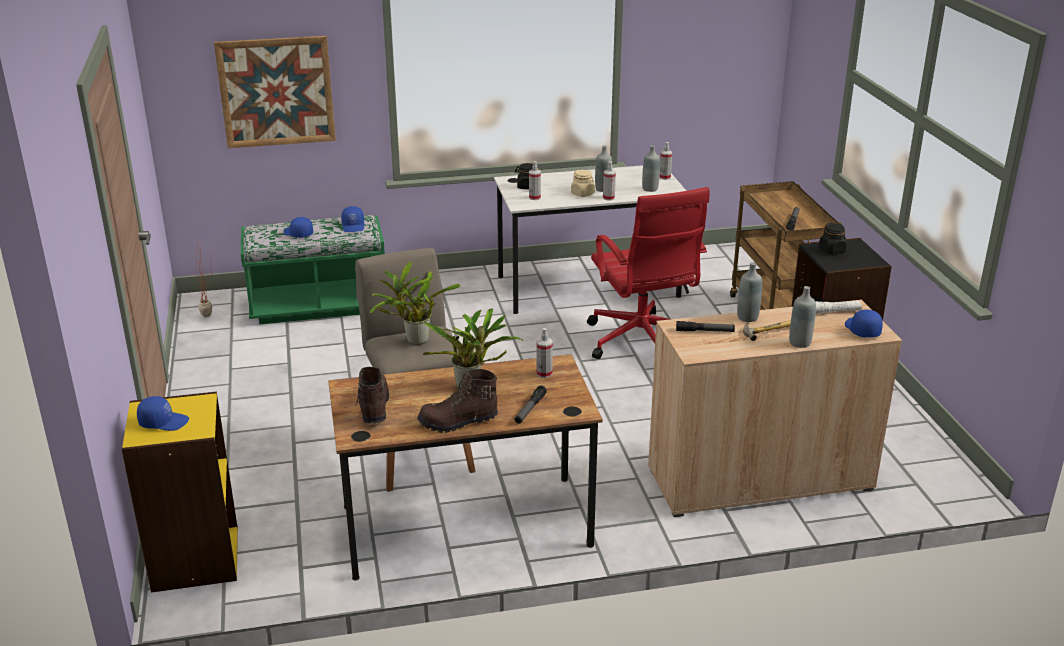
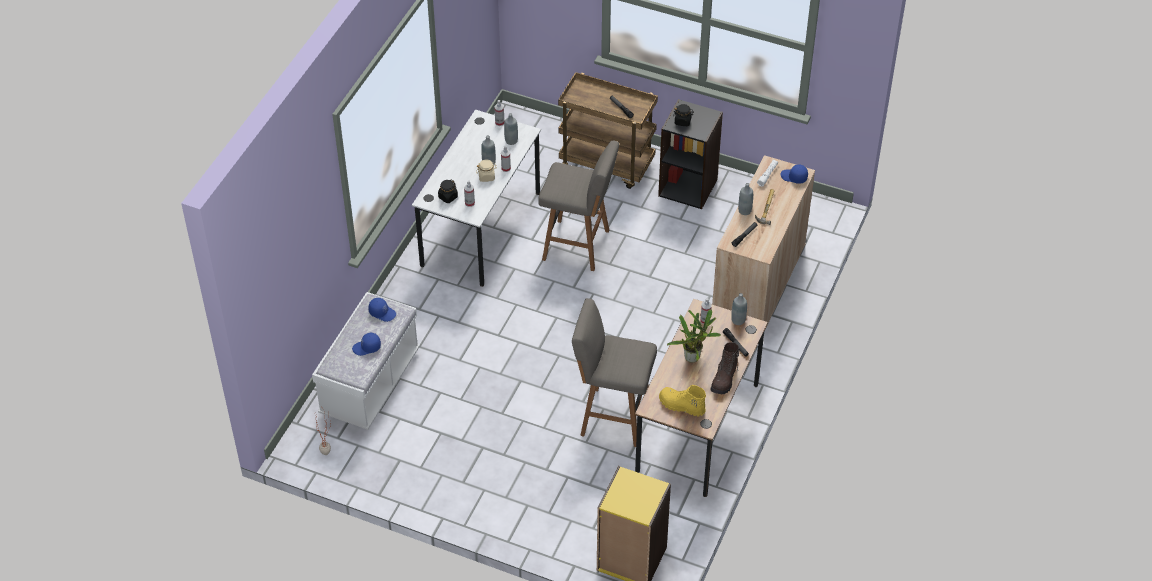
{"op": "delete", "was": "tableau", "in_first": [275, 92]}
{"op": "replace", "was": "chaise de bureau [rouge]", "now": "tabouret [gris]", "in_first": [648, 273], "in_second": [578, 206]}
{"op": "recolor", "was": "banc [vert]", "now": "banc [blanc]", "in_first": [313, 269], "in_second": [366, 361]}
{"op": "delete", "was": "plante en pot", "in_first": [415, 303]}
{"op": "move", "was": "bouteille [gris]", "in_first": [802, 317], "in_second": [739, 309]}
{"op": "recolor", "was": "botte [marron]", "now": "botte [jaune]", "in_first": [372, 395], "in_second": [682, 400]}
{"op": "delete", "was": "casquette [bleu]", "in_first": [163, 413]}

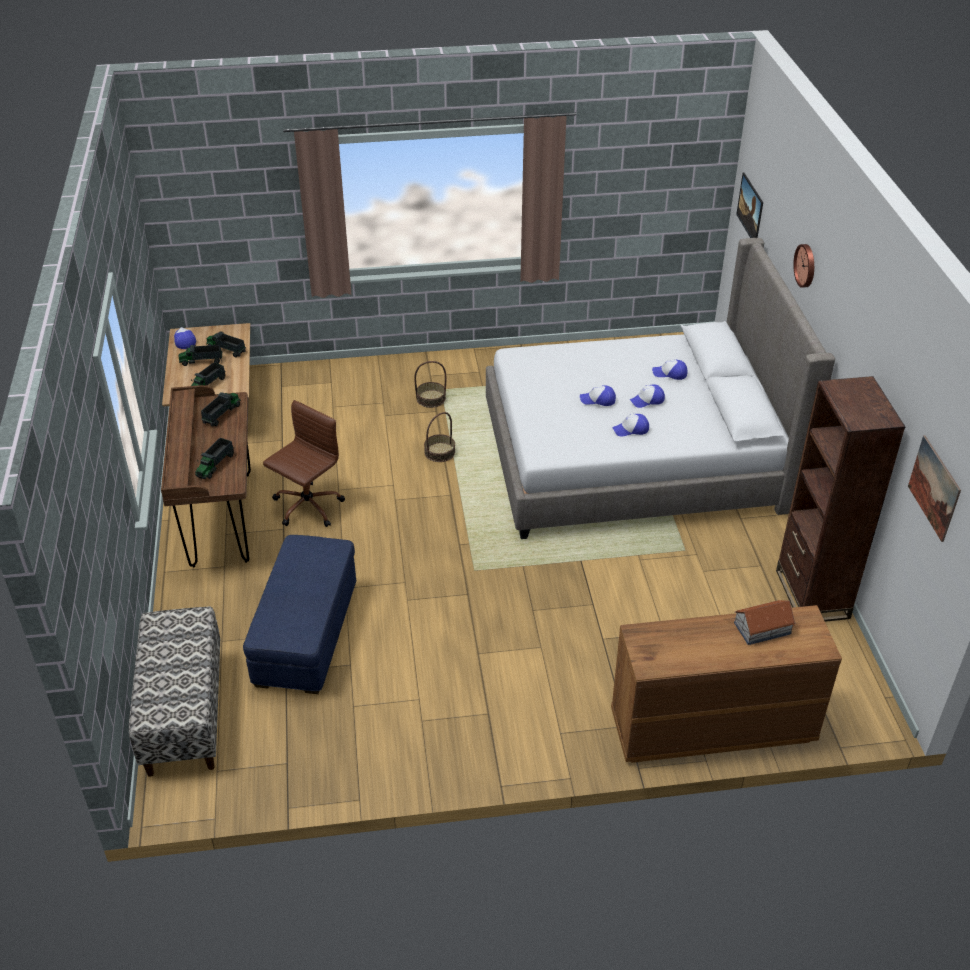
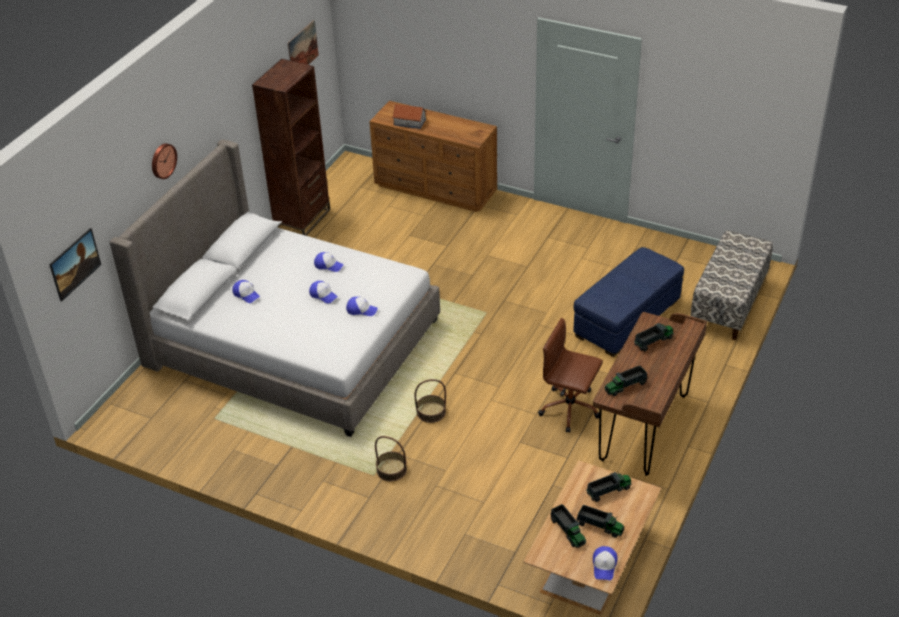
{"op": "move", "was": "casquette", "in_first": [647, 396], "in_second": [362, 306]}
{"op": "rotate", "was": "chaise de bureau [marron]", "in_first": [304, 463], "in_second": [570, 375], "clockwise": 45}

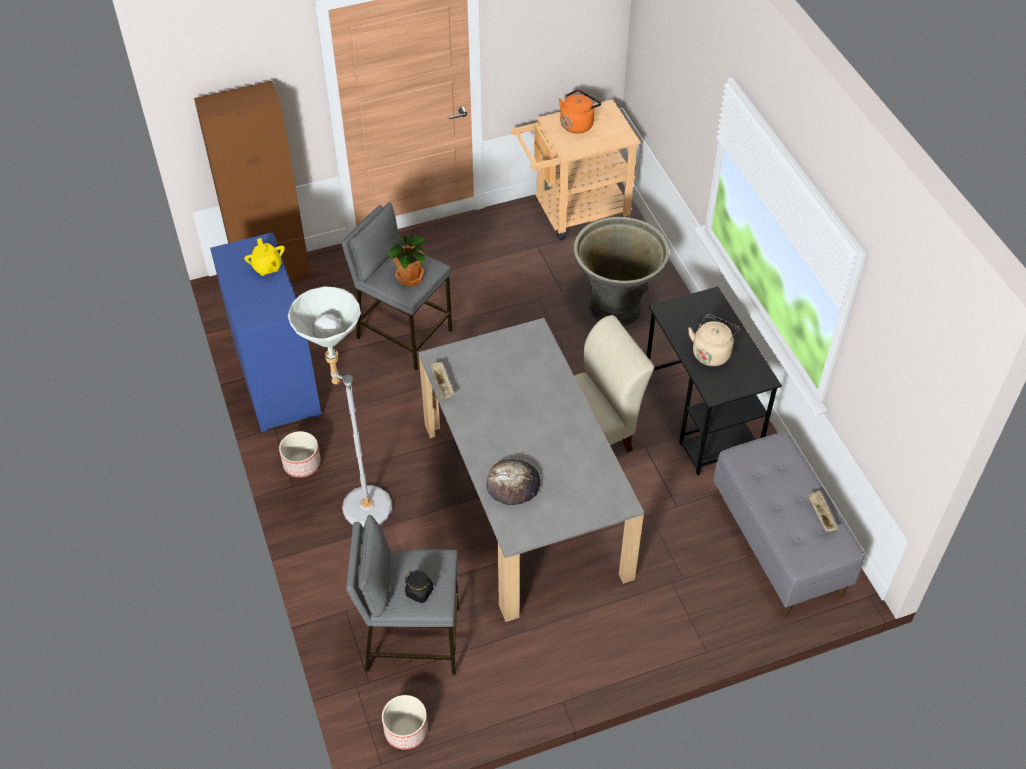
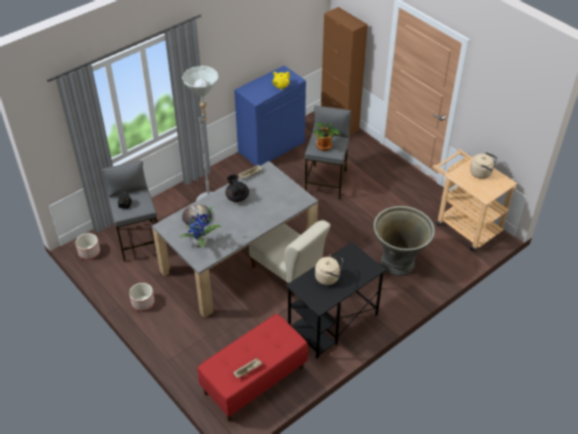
{"op": "recolor", "was": "bouilloire [orange]", "now": "bouilloire [beige]", "in_first": [580, 111], "in_second": [484, 165]}
{"op": "move", "was": "cache-pot", "in_first": [300, 454], "in_second": [142, 297]}
{"op": "recolor", "was": "banc [gris]", "now": "banc [rouge]", "in_first": [788, 523], "in_second": [253, 367]}
{"op": "insert", "now": "théière [noir]", "in_second": [237, 188]}
{"op": "insert", "now": "plante en pot", "in_second": [200, 227]}

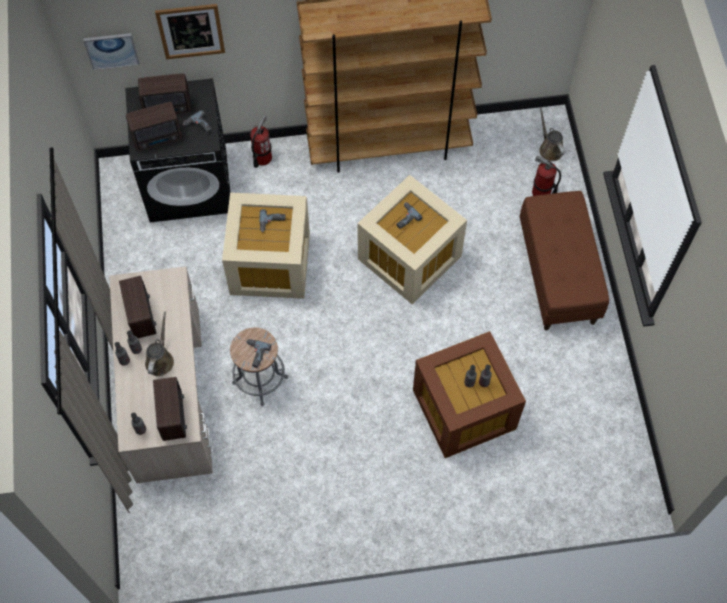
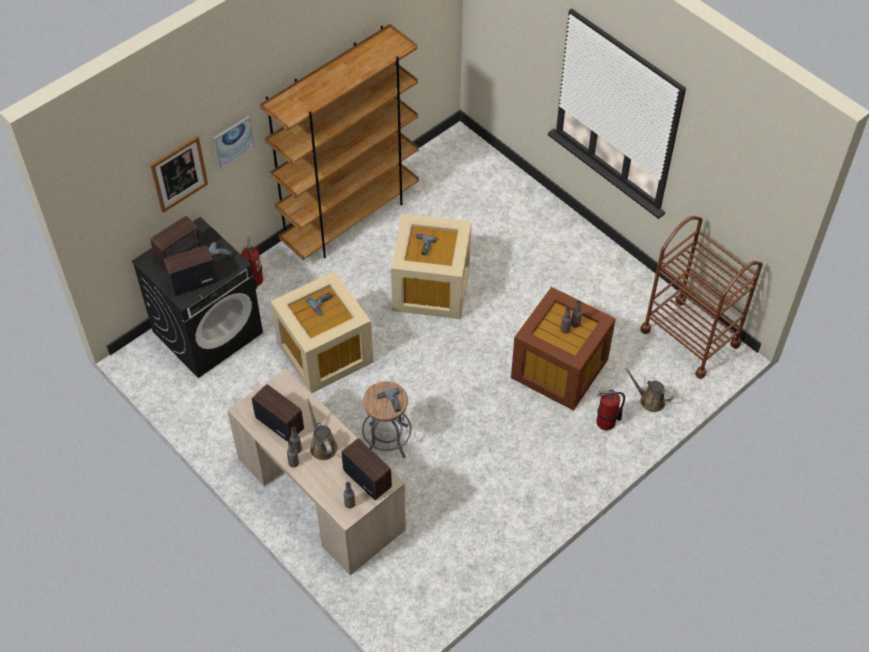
{"op": "move", "was": "tableau", "in_first": [111, 51], "in_second": [234, 142]}
{"op": "rotate", "was": "radio", "in_first": [154, 126], "in_second": [191, 270], "clockwise": -150}
{"op": "move", "was": "arrosoir [marron]", "in_first": [551, 134], "in_second": [649, 390]}
{"op": "move", "was": "extincteur", "in_first": [546, 176], "in_second": [610, 410]}
{"op": "delete", "was": "banc [marron]", "in_first": [564, 261]}
{"op": "insert", "now": "chariot [marron]", "in_second": [701, 297]}

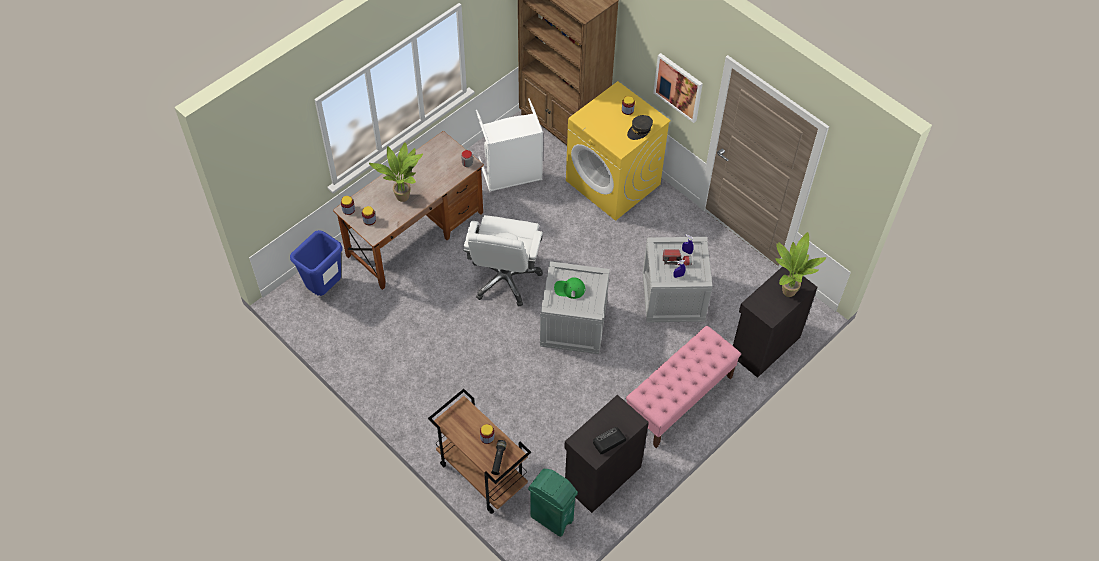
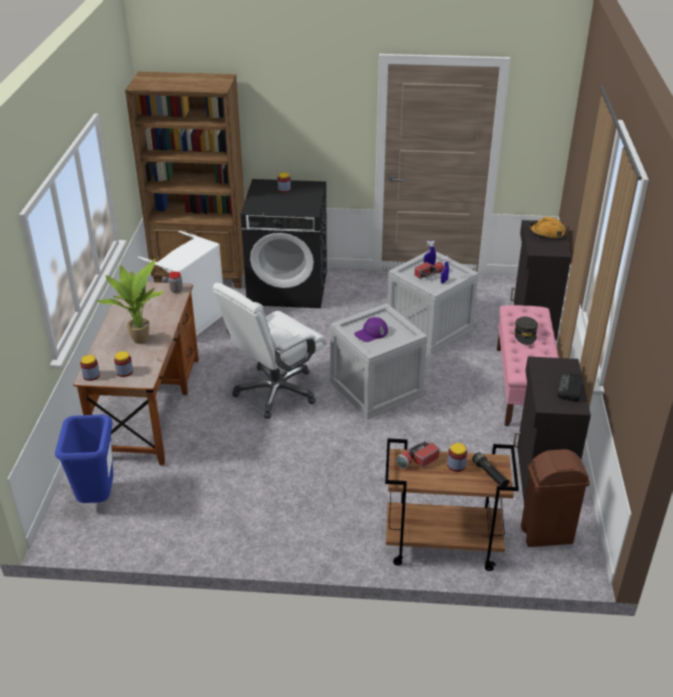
{"op": "delete", "was": "tableau", "in_first": [678, 88]}
{"op": "recolor", "was": "lave-linge [jaune]", "now": "lave-linge [noir]", "in_first": [618, 151], "in_second": [284, 243]}
{"op": "move", "was": "casquette [gris]", "in_first": [640, 127], "in_second": [526, 331]}
{"op": "rotate", "was": "chaise de bureau [blanc]", "in_first": [503, 260], "in_second": [270, 351], "clockwise": 75}
{"op": "replace", "was": "plante en pot", "now": "casque de chantier [orange]", "in_first": [800, 264], "in_second": [547, 228]}
{"op": "recolor", "was": "casquette [vert]", "now": "casquette [violet]", "in_first": [570, 288], "in_second": [371, 329]}
{"op": "recolor", "was": "poubelle [vert]", "now": "poubelle [marron]", "in_first": [553, 503], "in_second": [555, 498]}
{"op": "insert", "now": "lampe de poche", "in_second": [417, 455]}

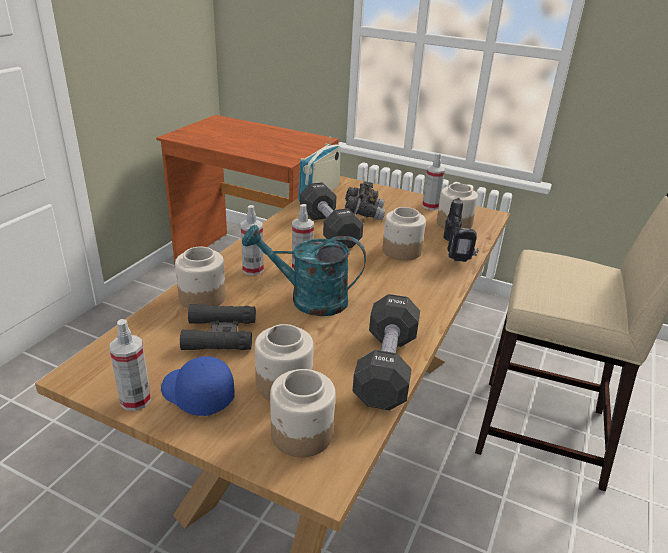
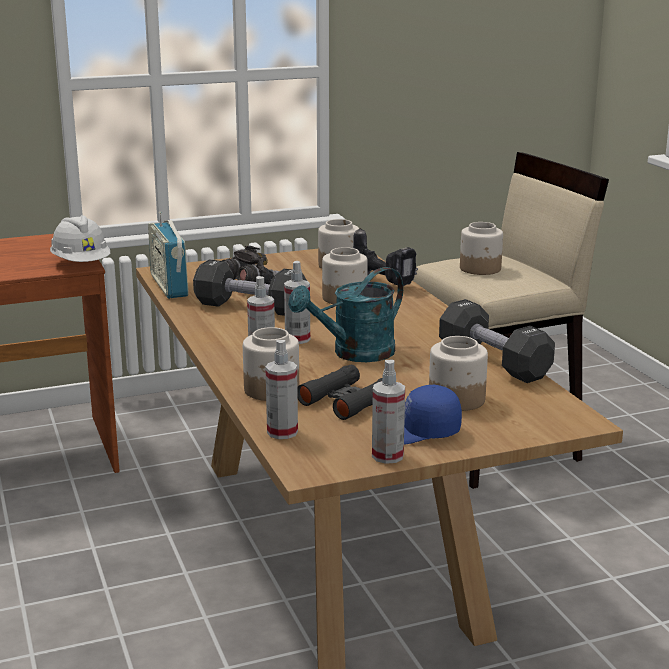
{"op": "move", "was": "vaporisateur", "in_first": [433, 181], "in_second": [281, 389]}
{"op": "move", "was": "bocal", "in_first": [302, 413], "in_second": [481, 248]}
{"op": "insert", "now": "casque de chantier [blanc]", "in_second": [80, 238]}

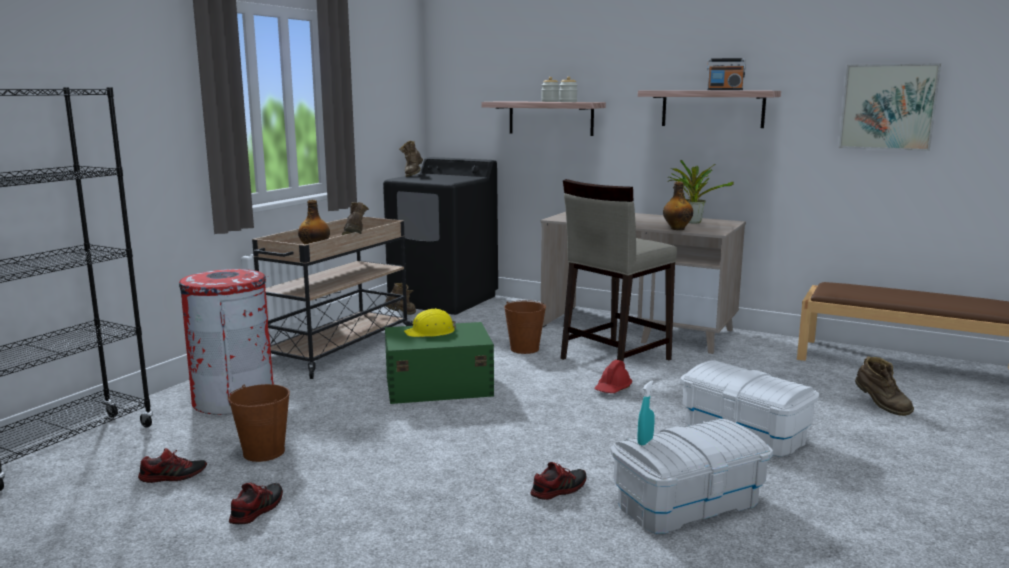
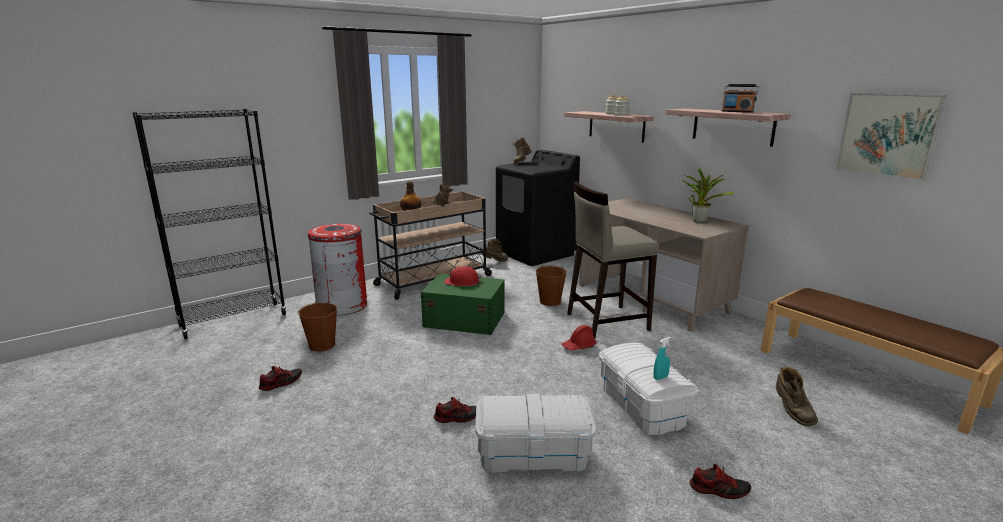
{"op": "delete", "was": "bouteille", "in_first": [678, 205]}
{"op": "recolor", "was": "casque de chantier [jaune]", "now": "casque de chantier [rouge]", "in_first": [430, 322], "in_second": [463, 276]}
{"op": "move", "was": "vaporisateur [turquoise]", "in_first": [646, 412], "in_second": [662, 358]}
{"op": "move", "was": "chaussure", "in_first": [172, 465], "in_second": [720, 481]}

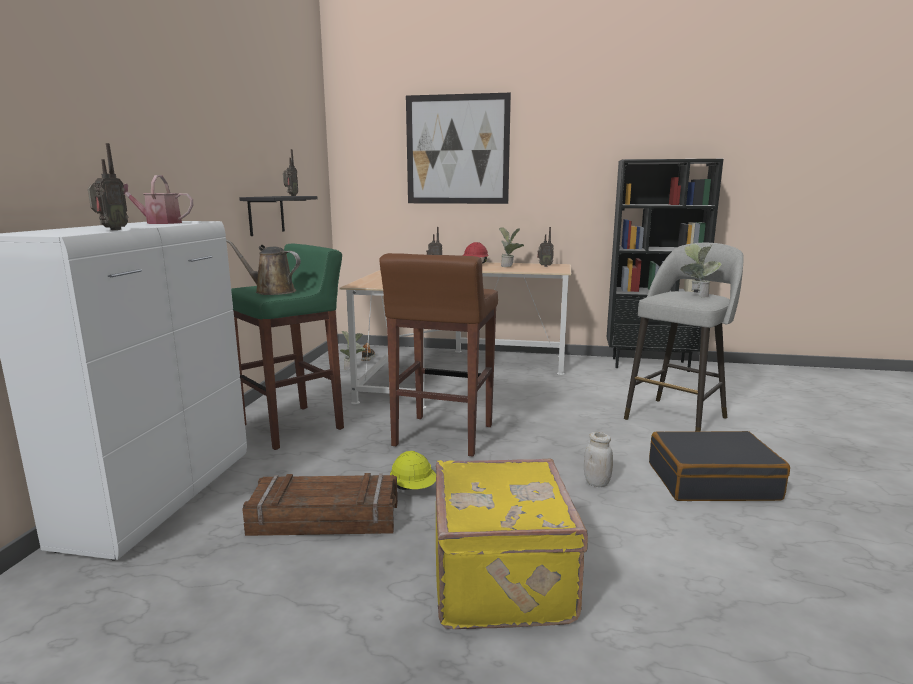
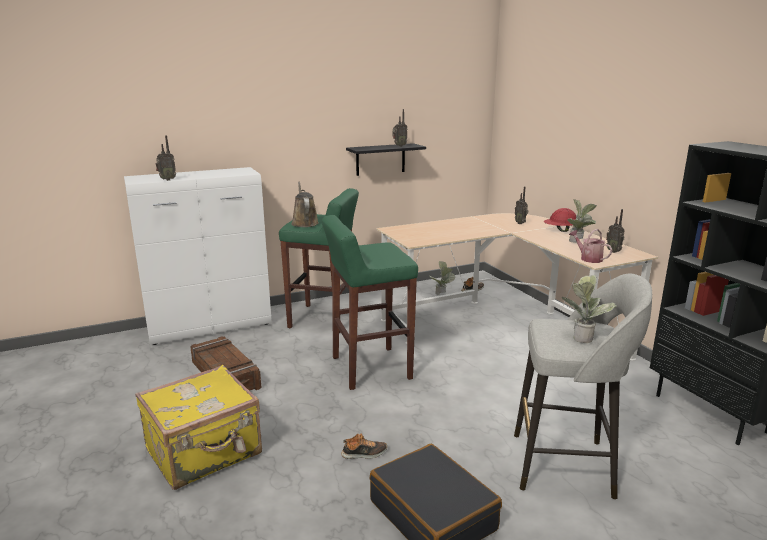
{"op": "delete", "was": "tableau", "in_first": [458, 148]}
{"op": "move", "was": "arrosoir", "in_first": [158, 199], "in_second": [590, 246]}
{"op": "recolor", "was": "tabouret [marron]", "now": "tabouret [vert]", "in_first": [438, 355], "in_second": [370, 302]}
{"op": "replace", "was": "bocal [blanc]", "now": "chaussure", "in_first": [598, 459], "in_second": [364, 446]}
{"op": "delete", "was": "casque de chantier [jaune]", "in_first": [413, 470]}

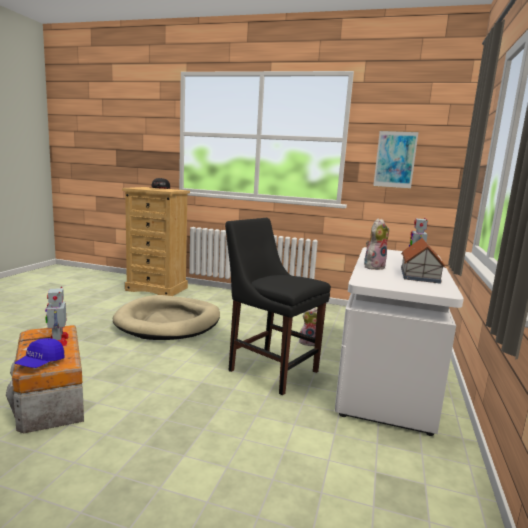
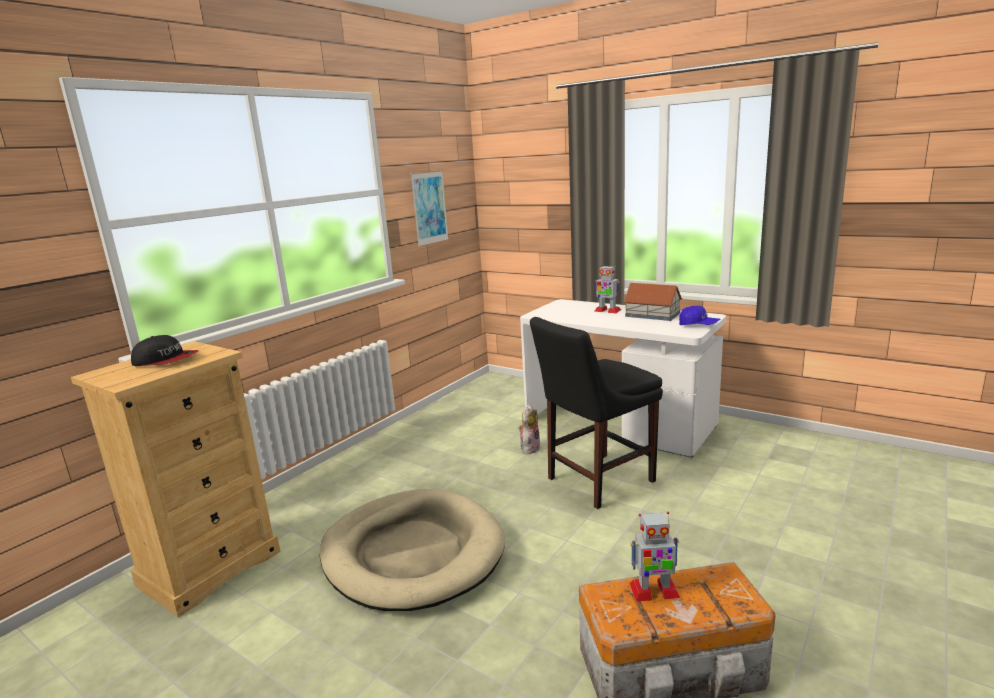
{"op": "delete", "was": "peluche", "in_first": [376, 244]}
{"op": "move", "was": "casquette [bleu]", "in_first": [40, 353], "in_second": [699, 315]}

